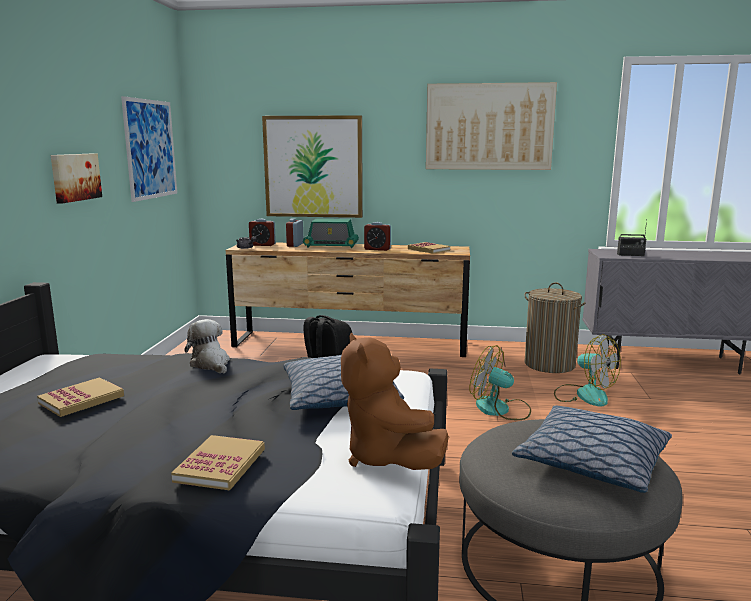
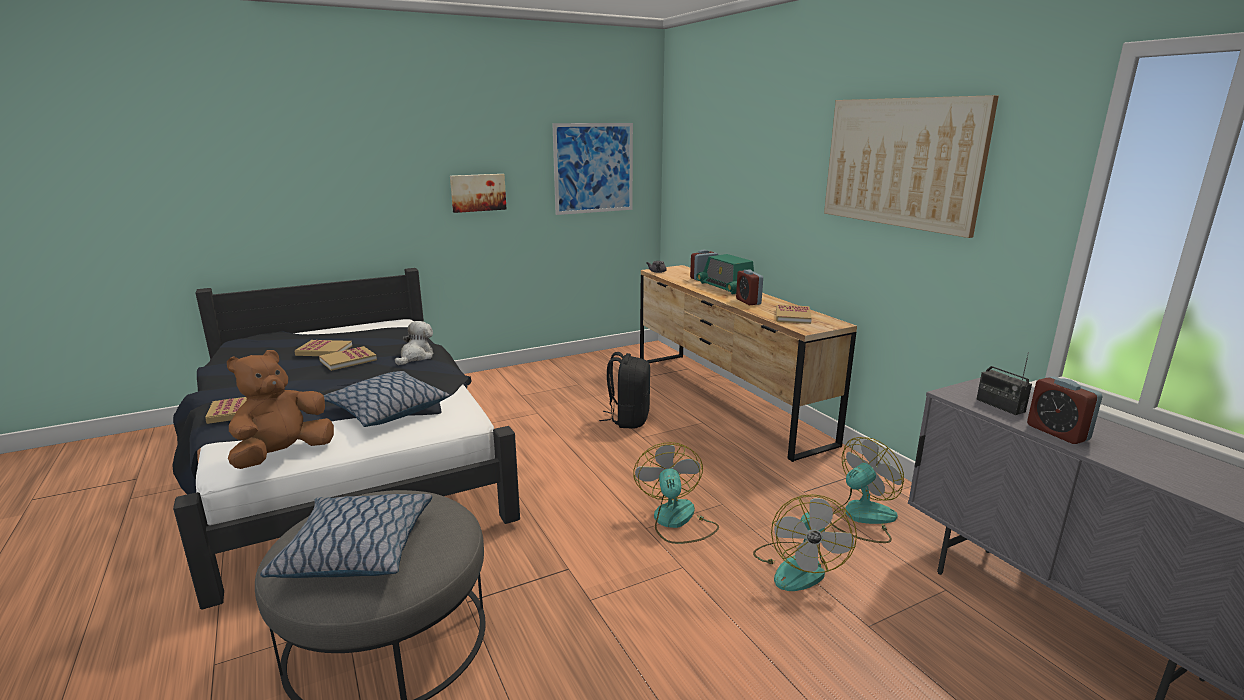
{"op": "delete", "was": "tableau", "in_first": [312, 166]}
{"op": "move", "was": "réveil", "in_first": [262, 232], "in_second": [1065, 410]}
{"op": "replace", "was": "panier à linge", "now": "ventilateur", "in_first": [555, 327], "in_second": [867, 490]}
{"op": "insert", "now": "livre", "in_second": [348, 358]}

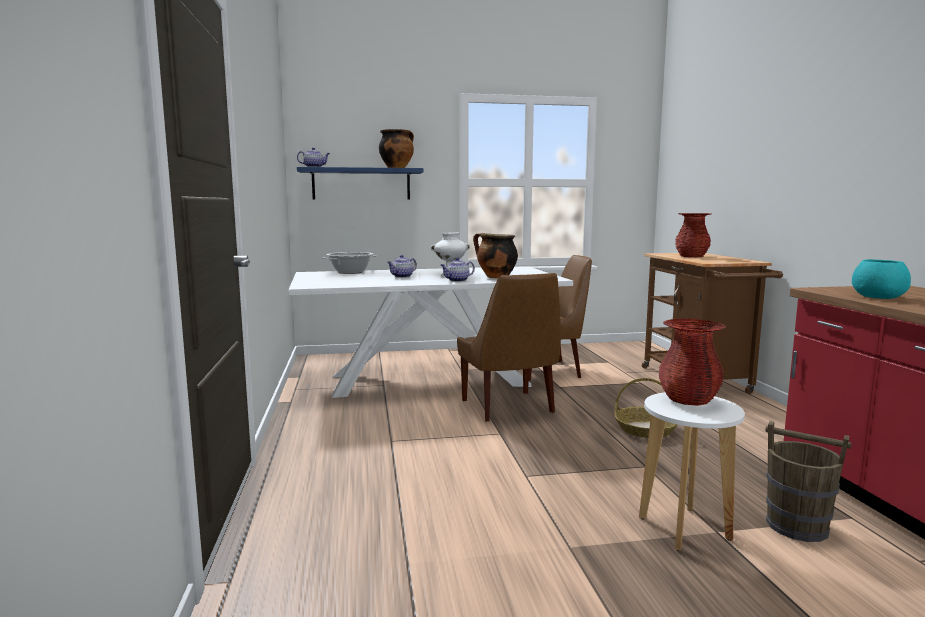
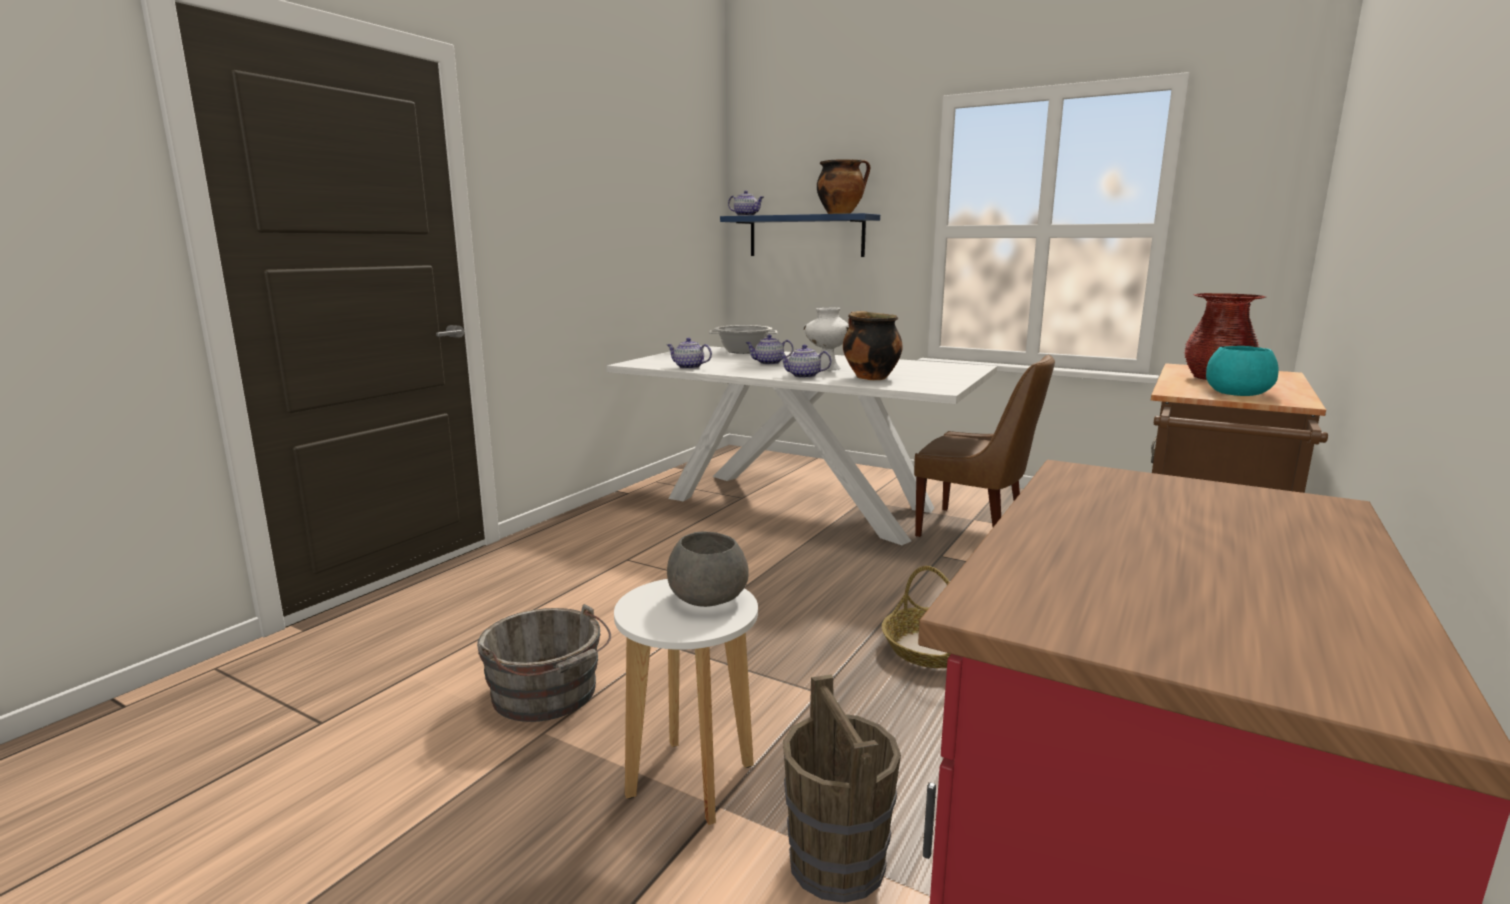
{"op": "move", "was": "bol [turquoise]", "in_first": [881, 279], "in_second": [1242, 371]}
{"op": "delete", "was": "chaise [marron]", "in_first": [509, 347]}
{"op": "replace", "was": "vase [rouge]", "now": "bol [gris]", "in_first": [692, 362], "in_second": [708, 569]}
{"op": "insert", "now": "théière", "in_second": [689, 353]}
{"op": "insert", "now": "seau [gris]", "in_second": [544, 663]}

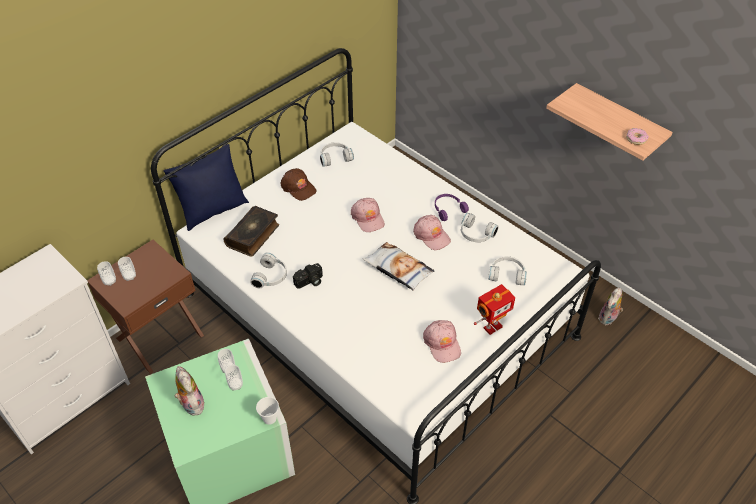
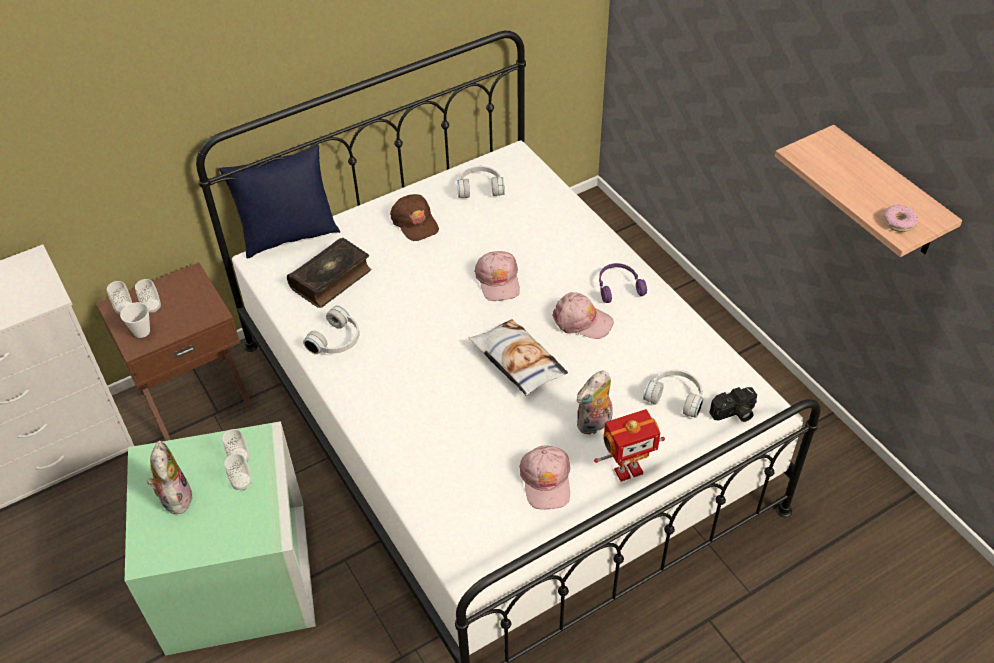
{"op": "delete", "was": "casque audio [blanc]", "in_first": [480, 227]}
{"op": "rotate", "was": "casquette [rose]", "in_first": [432, 232], "in_second": [582, 315], "clockwise": -45}
{"op": "move", "was": "appareil photo", "in_first": [308, 276], "in_second": [733, 404]}
{"op": "move", "was": "peluche", "in_first": [610, 306], "in_second": [595, 402]}
{"op": "move", "was": "tasse", "in_first": [267, 411], "in_second": [135, 320]}

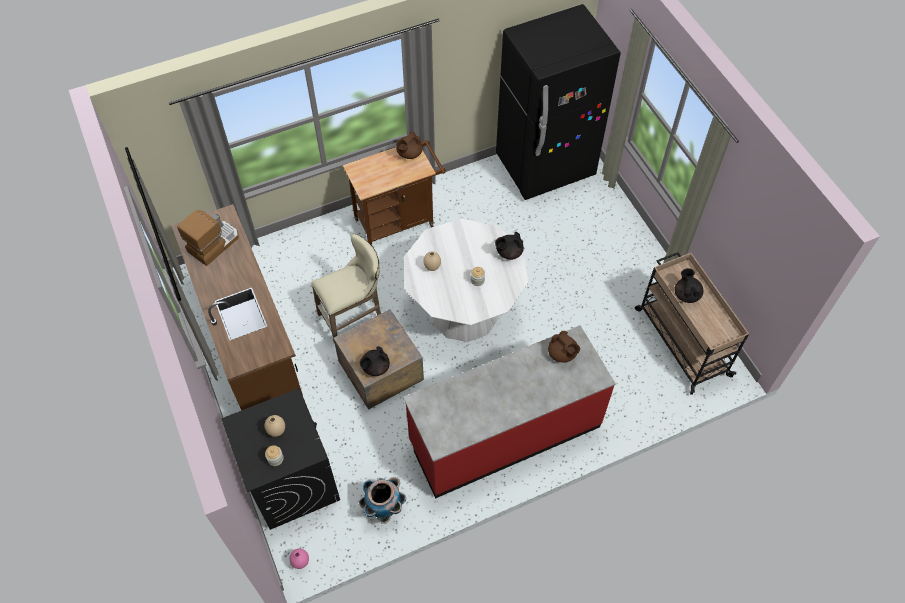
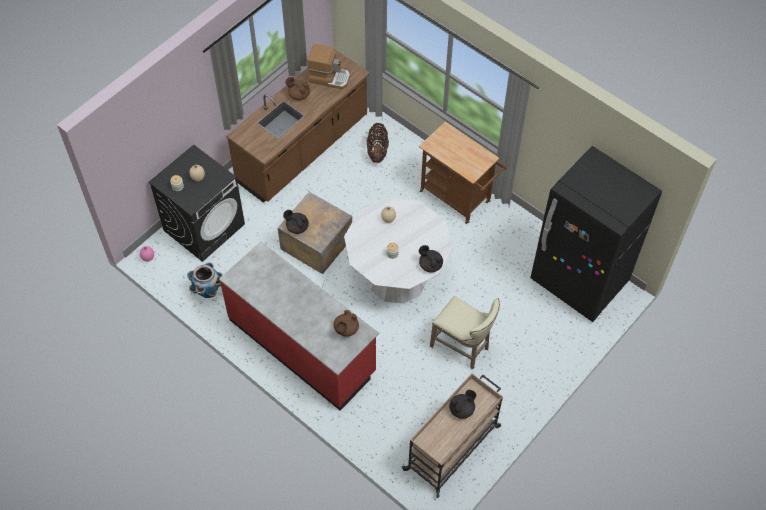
{"op": "move", "was": "théière [marron]", "in_first": [409, 145], "in_second": [297, 88]}
{"op": "move", "was": "tabouret [beige]", "in_first": [346, 289], "in_second": [465, 332]}
{"op": "insert", "now": "panier", "in_second": [378, 143]}

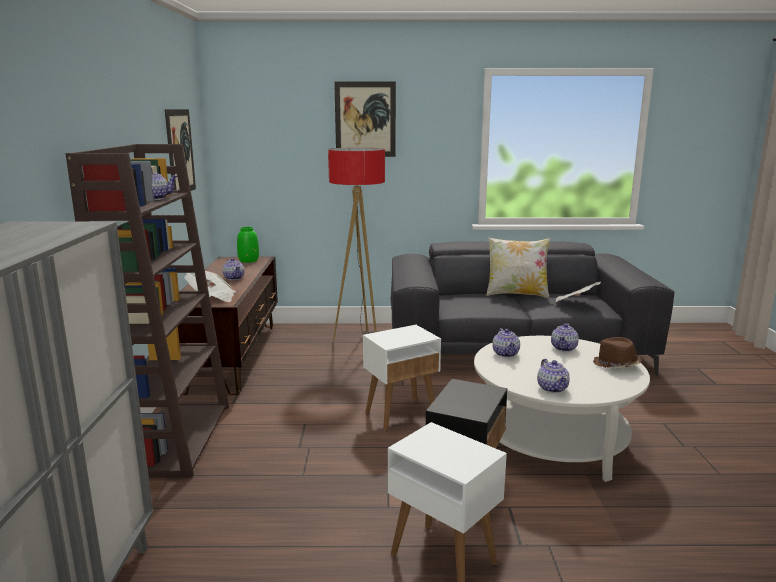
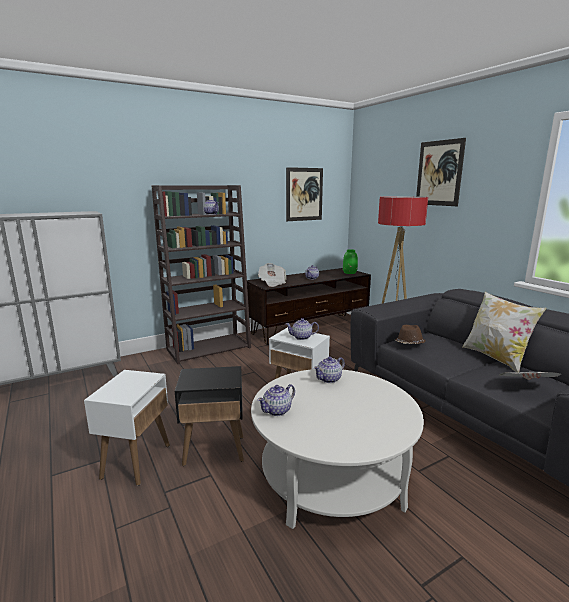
{"op": "move", "was": "théière", "in_first": [565, 337], "in_second": [302, 329]}
{"op": "move", "was": "chapeau [marron]", "in_first": [617, 352], "in_second": [410, 334]}

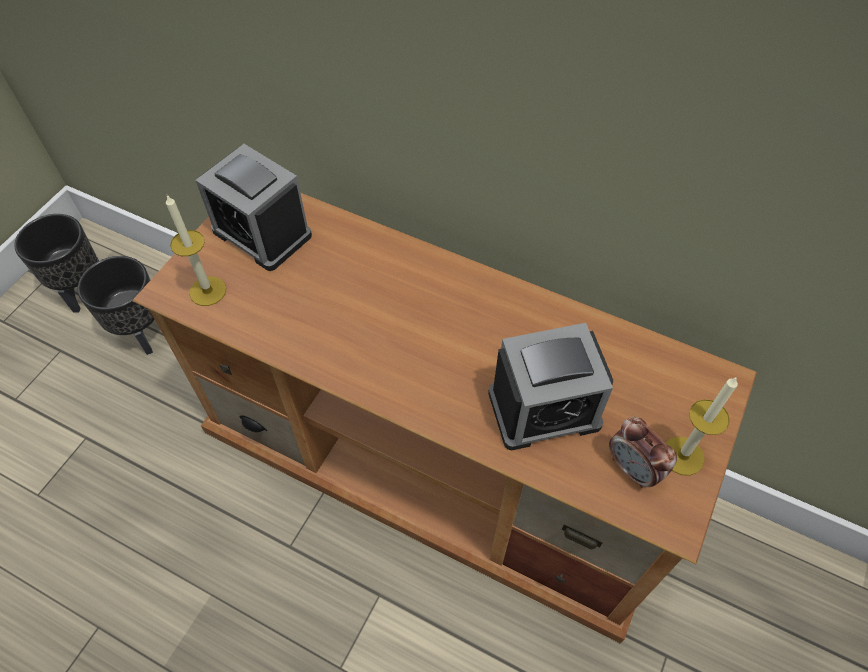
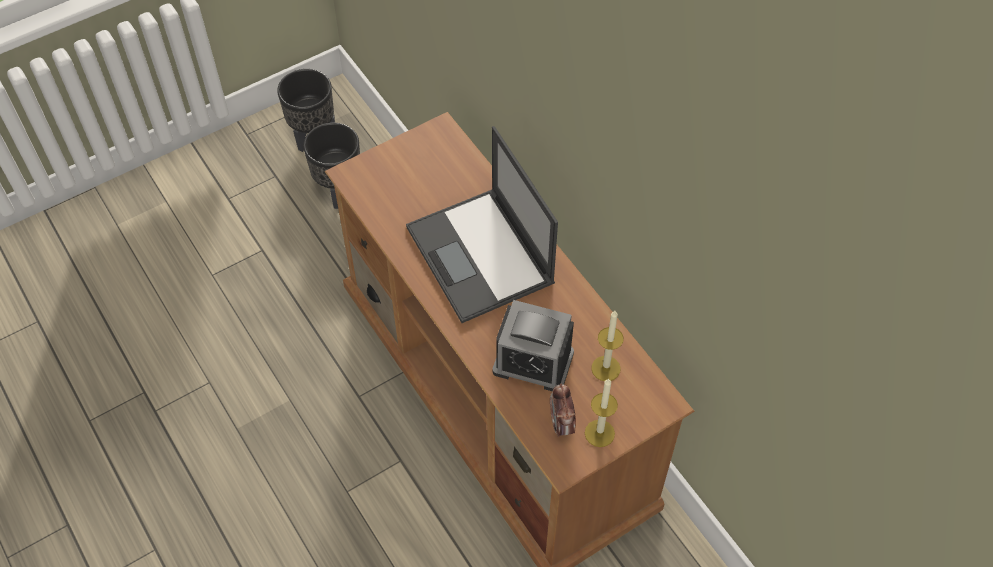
{"op": "delete", "was": "réveil", "in_first": [253, 207]}
{"op": "move", "was": "bougie", "in_first": [196, 250], "in_second": [607, 346]}
{"op": "insert", "now": "ordinateur portable", "in_second": [482, 224]}

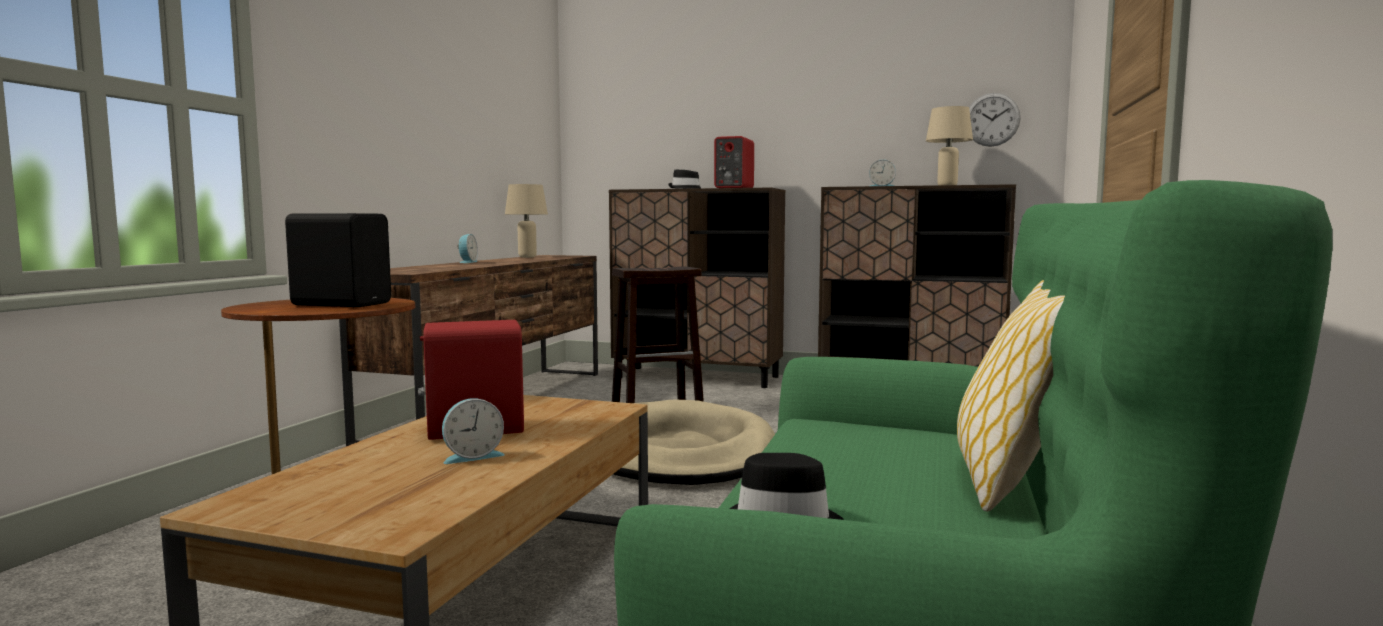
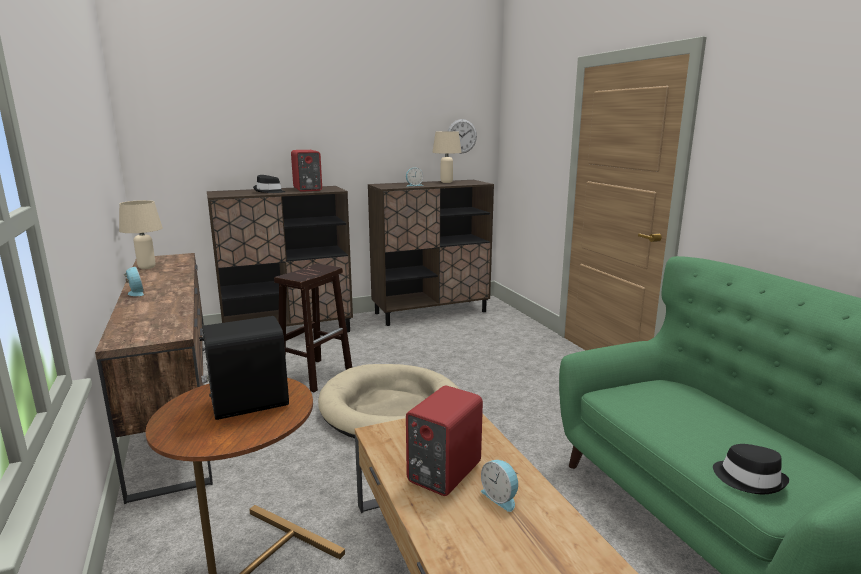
{"op": "delete", "was": "coussin", "in_first": [1011, 396]}
{"op": "rotate", "was": "réveil", "in_first": [473, 431], "in_second": [499, 486], "clockwise": 120}

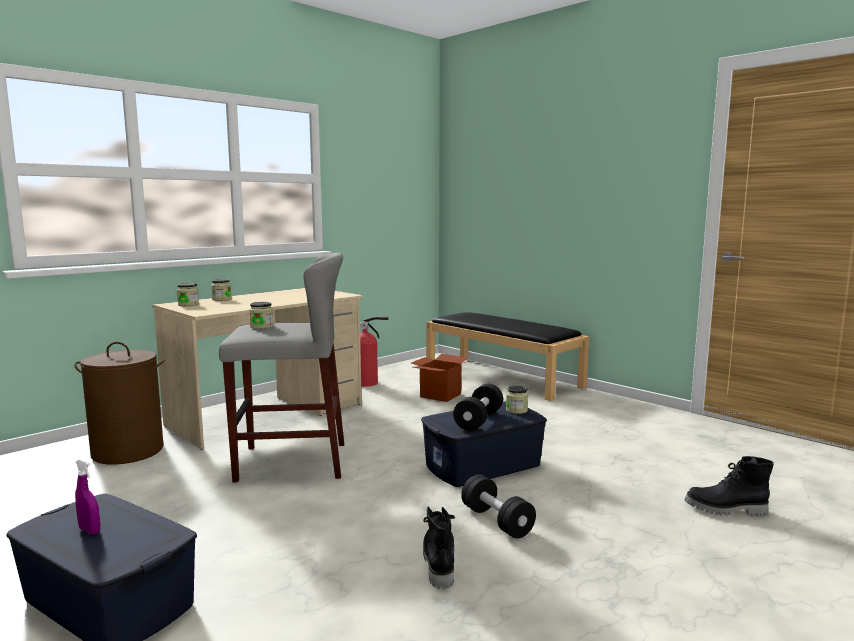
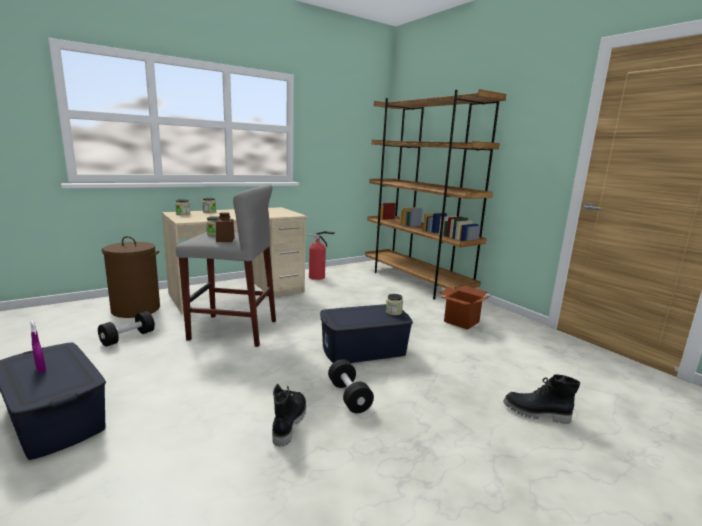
{"op": "replace", "was": "banc [noir]", "now": "bibliothèque [marron]", "in_first": [507, 356], "in_second": [435, 194]}
{"op": "move", "was": "carton", "in_first": [440, 378], "in_second": [464, 308]}
{"op": "move", "was": "haltère [noir]", "in_first": [478, 407], "in_second": [126, 329]}
{"op": "insert", "now": "bocal [marron]", "in_second": [225, 227]}

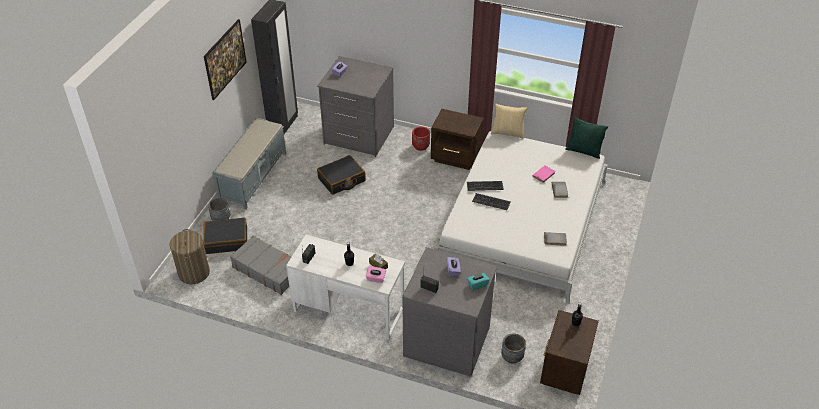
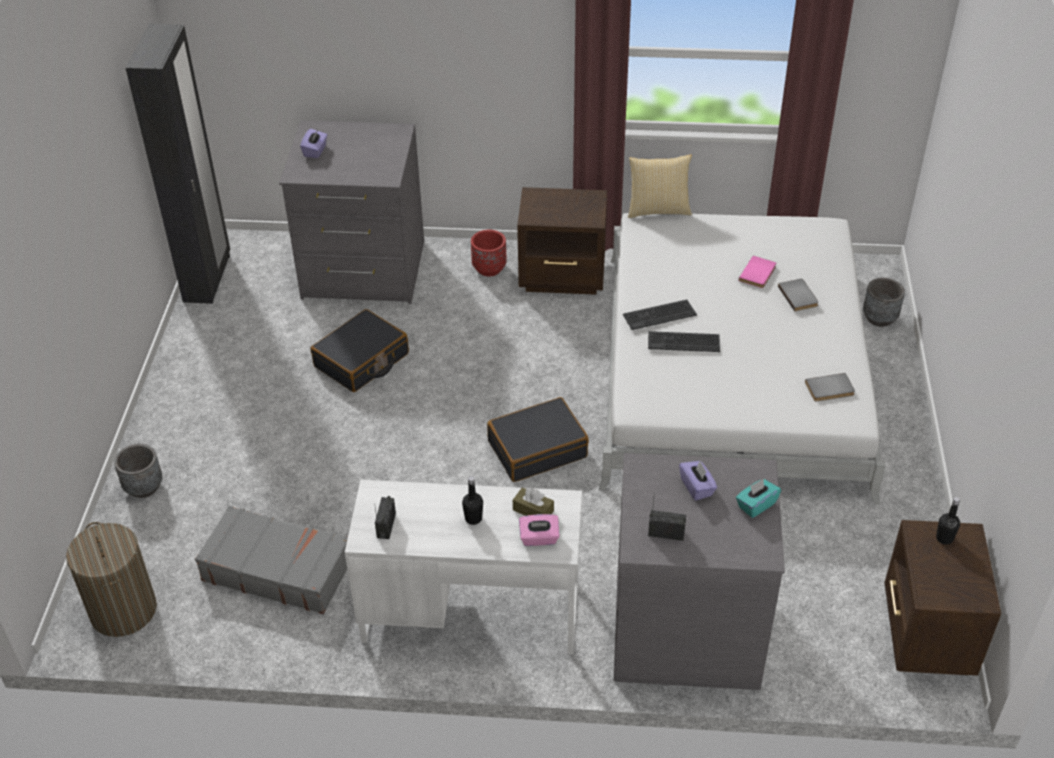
{"op": "delete", "was": "tableau", "in_first": [225, 59]}
{"op": "delete", "was": "banc [gris]", "in_first": [249, 163]}
{"op": "delete", "was": "coussin [vert]", "in_first": [586, 138]}
{"op": "move", "was": "valise [noir]", "in_first": [225, 235], "in_second": [538, 439]}
{"op": "move", "was": "cache-pot [gris]", "in_first": [513, 348], "in_second": [884, 302]}

